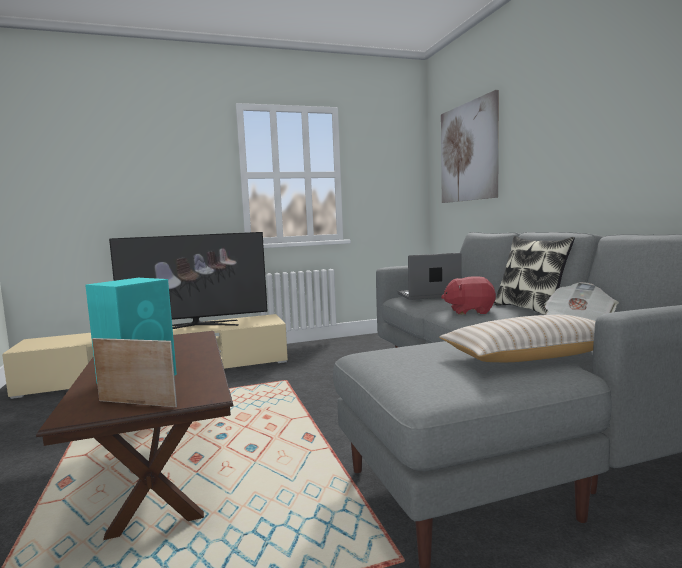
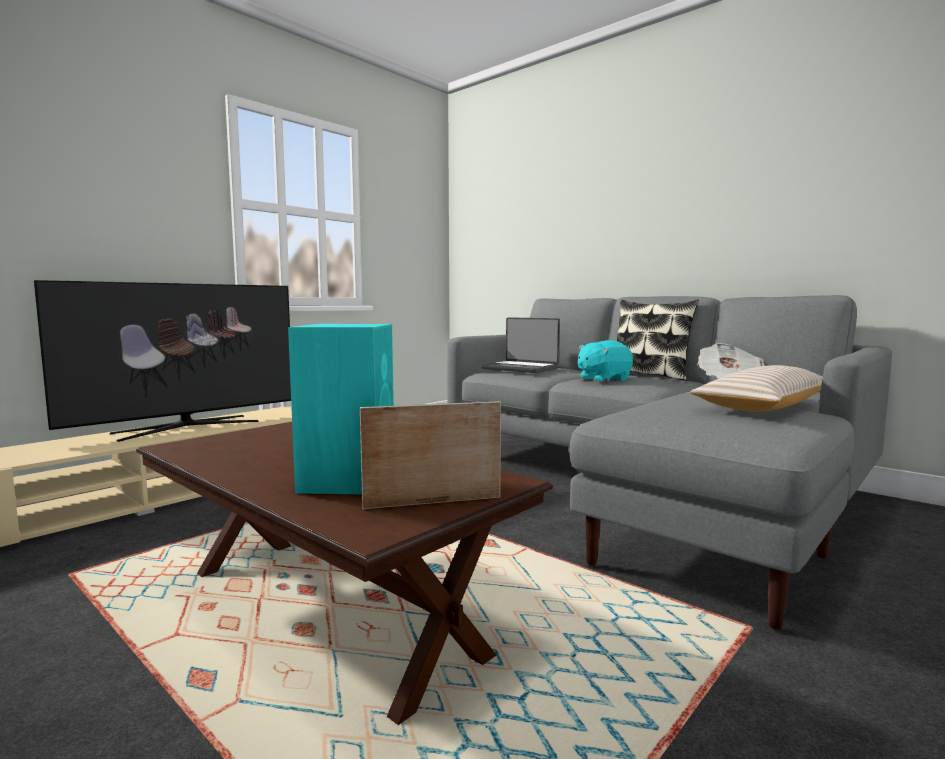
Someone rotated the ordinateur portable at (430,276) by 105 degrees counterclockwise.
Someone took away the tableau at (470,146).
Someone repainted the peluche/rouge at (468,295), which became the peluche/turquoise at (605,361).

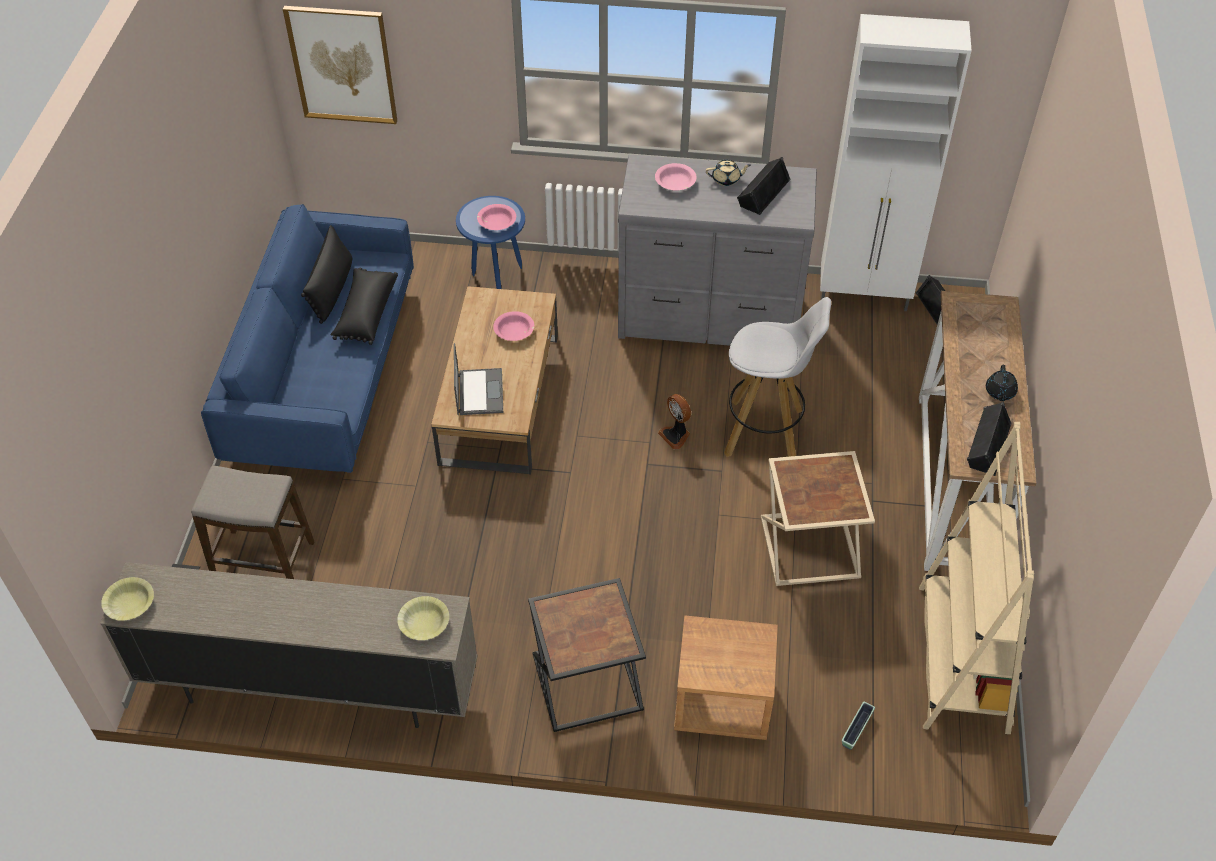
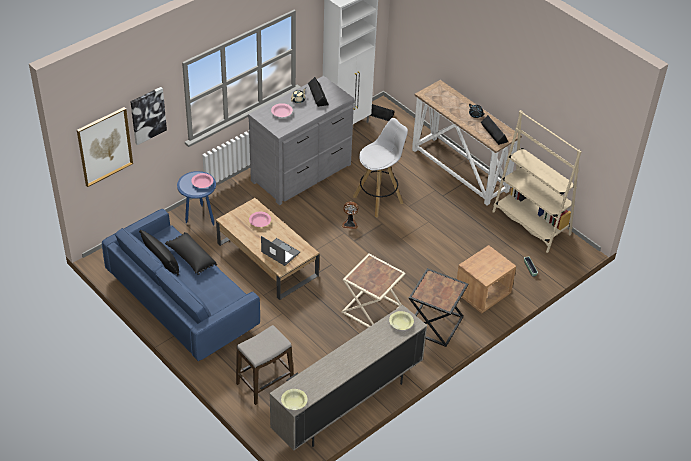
Someone carried the table d'appoint/beige from (818,518) to (373,290).
Someone put up the tableau at (148,116).

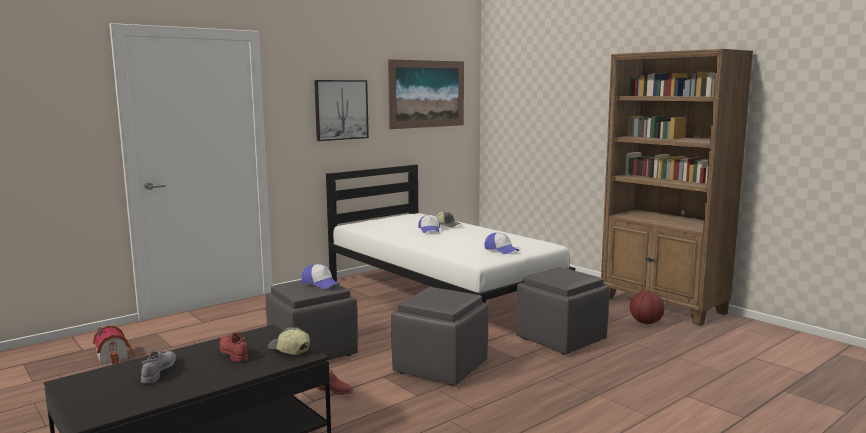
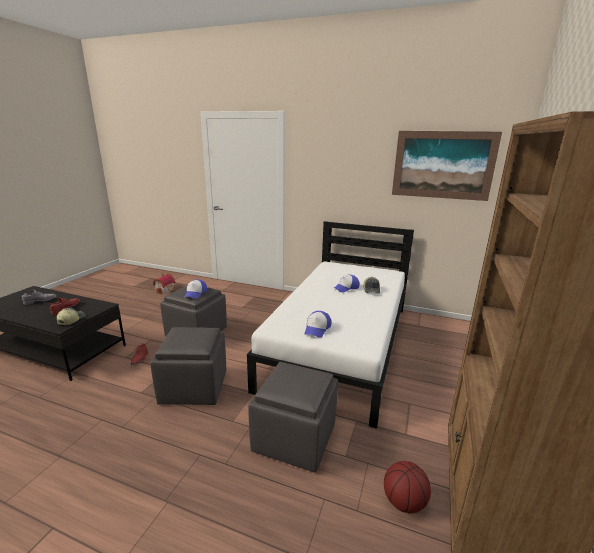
Someone took away the tableau at (341,110).

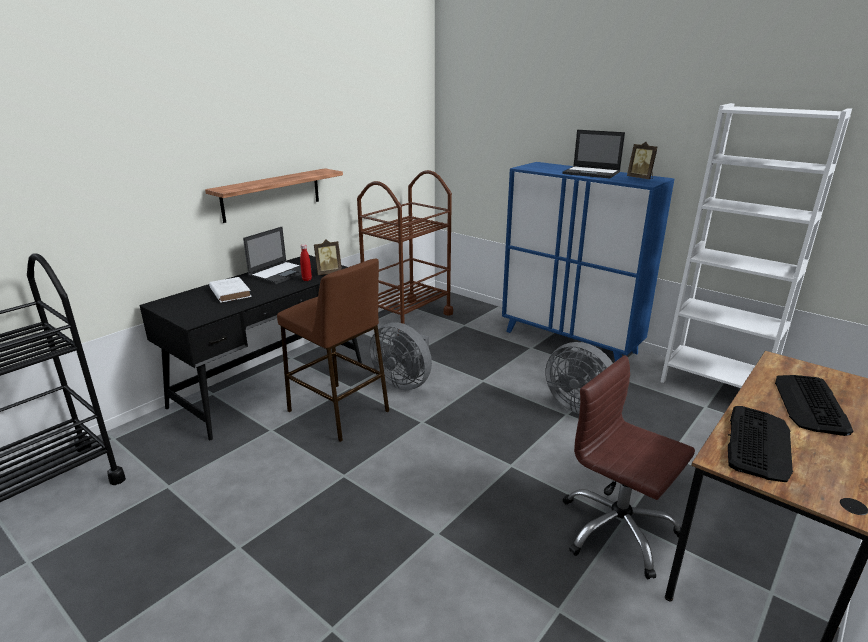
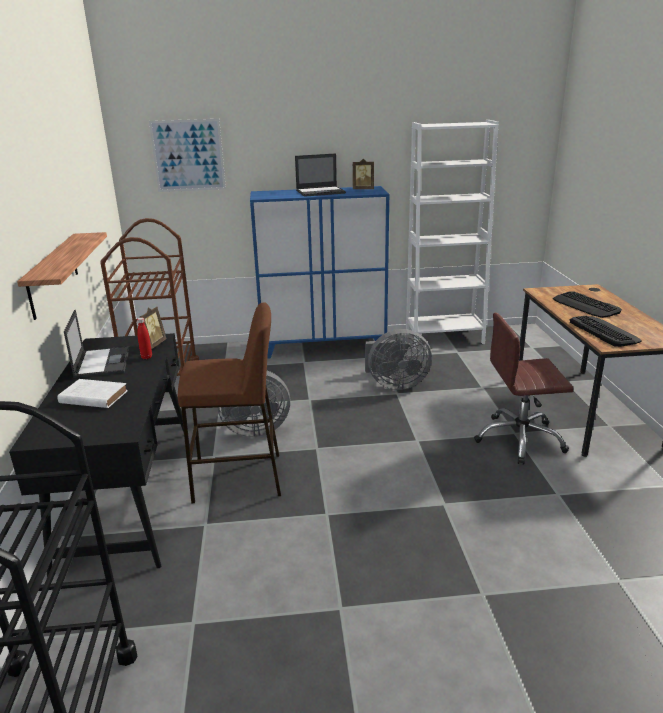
Someone put up the tableau at (187,155).

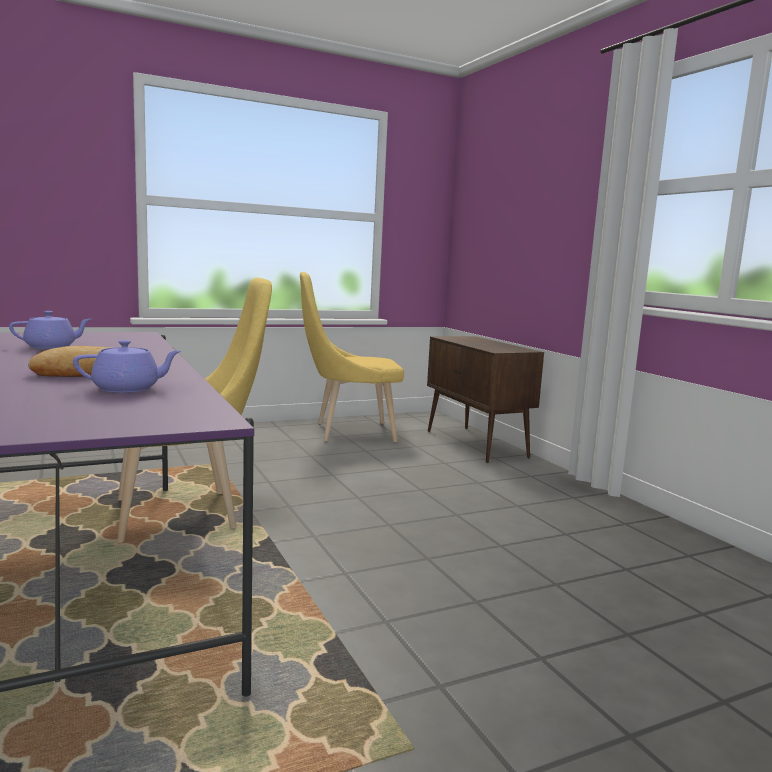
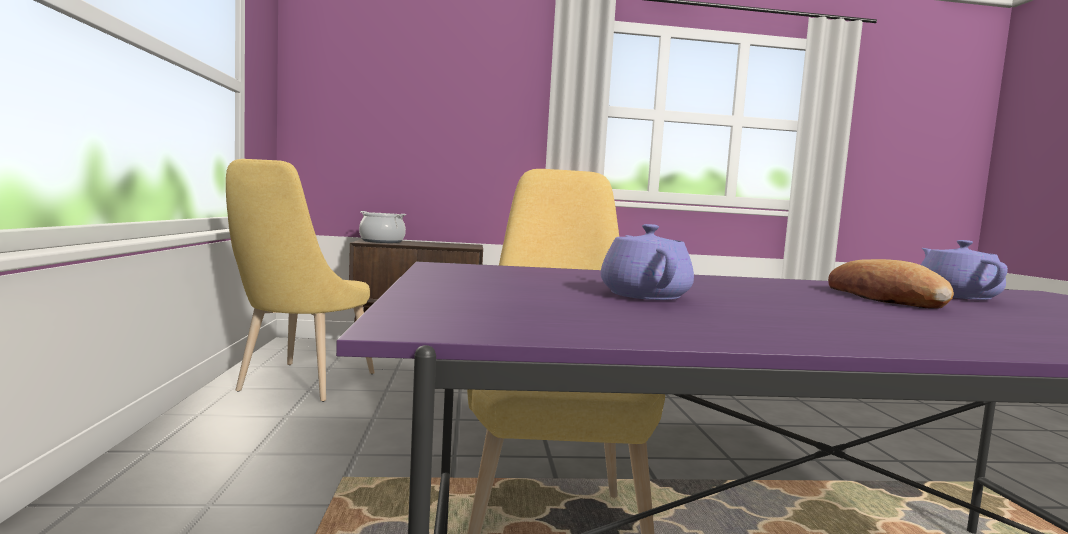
Someone put down the marmite at (382,227).

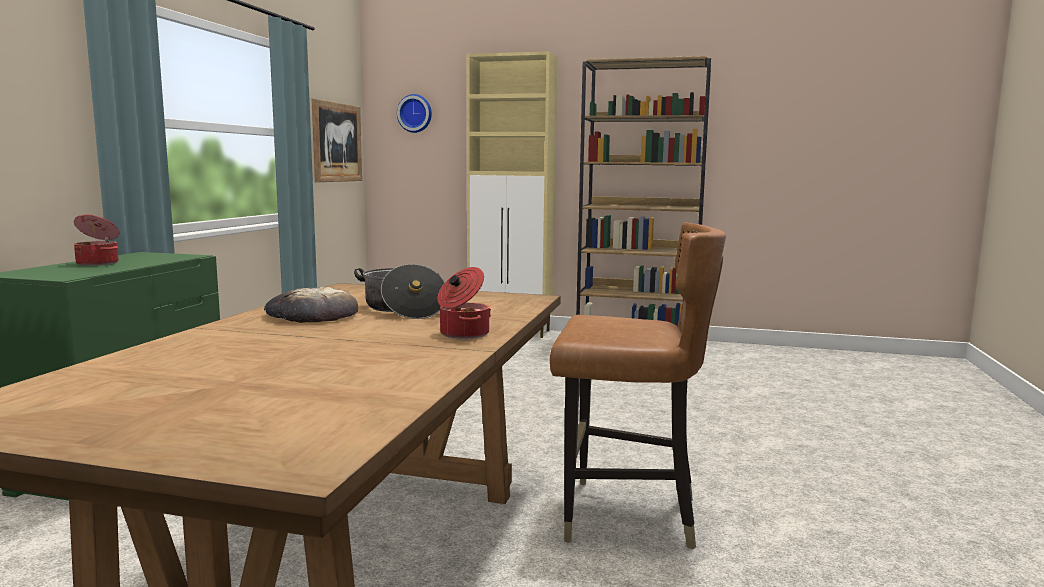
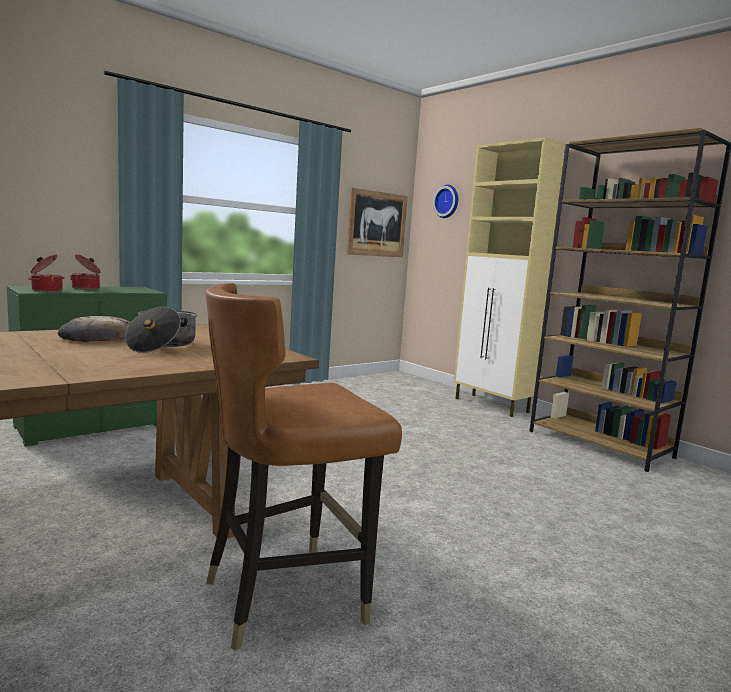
Someone carried the marmite from (464,303) to (46,273).
Someone rotated the chaise/marron at (638,386) by 105 degrees clockwise.

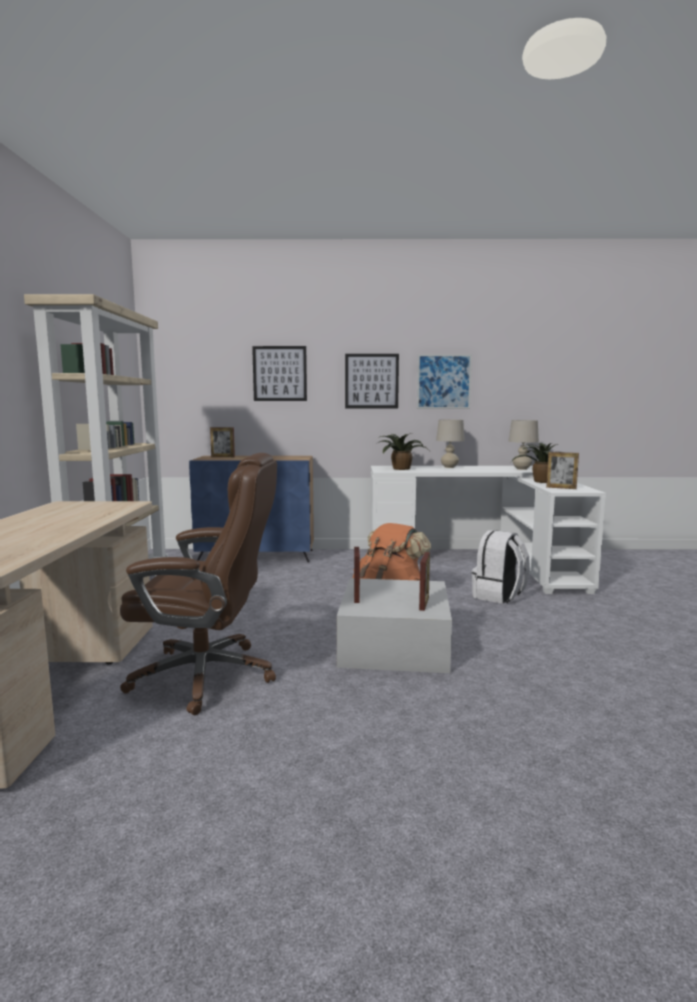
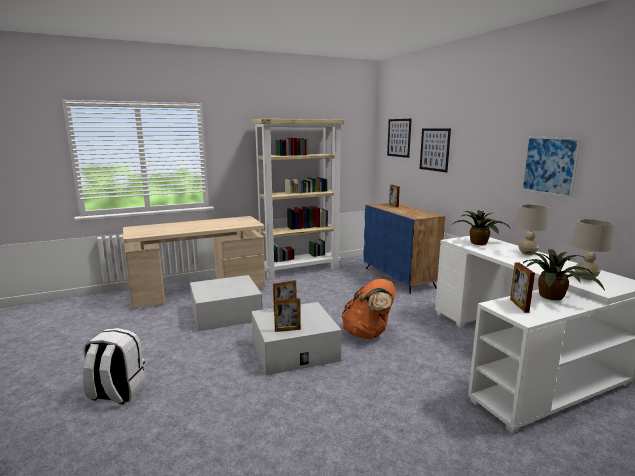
Someone swapped the chaise de bureau/marron at (198,584) for the boîte de rangement/blanc at (226,303).
Someone carried the tableau from (372,381) to (399,138).
Someone carried the sac à dos/blanc from (501,567) to (114,366).

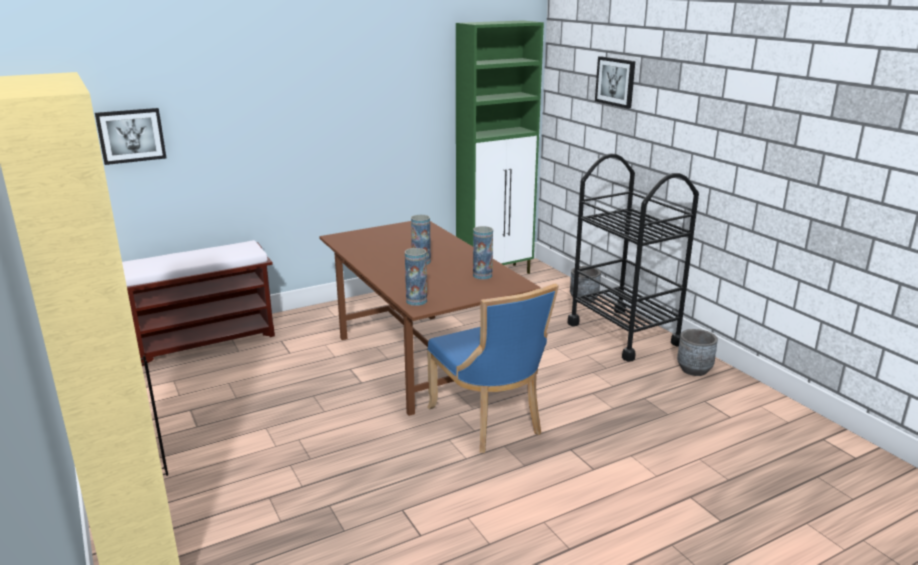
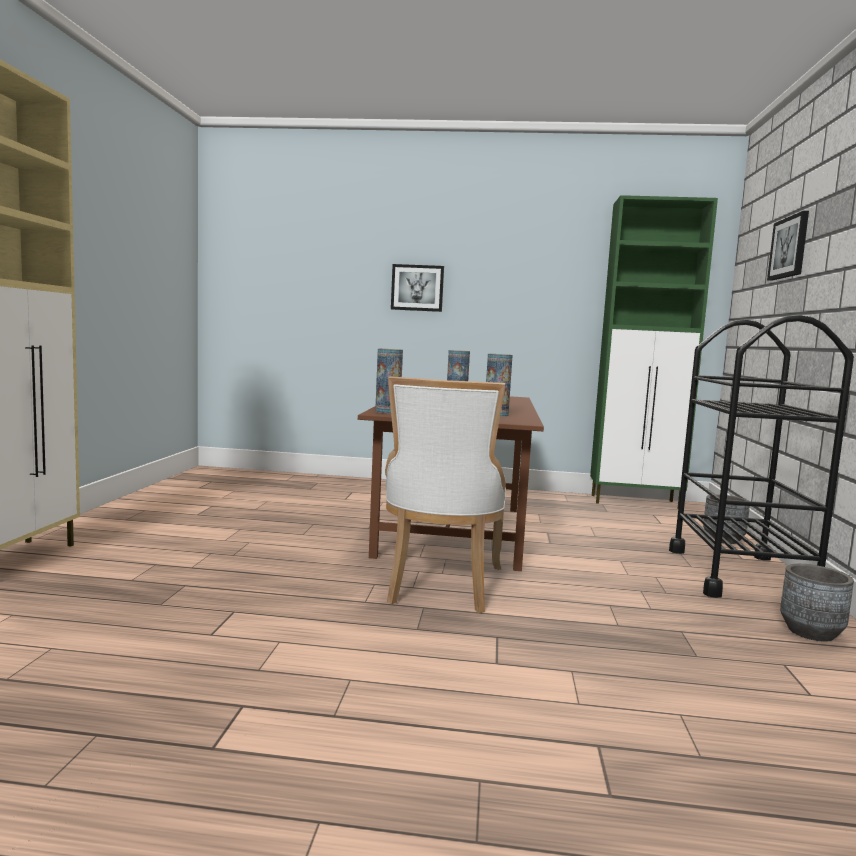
Someone carried the tableau from (130,136) to (417,288).
Someone took away the banc/marron at (198,303).
Someone repainted the chaise/bleu at (493,368), which became the chaise/blanc at (445,495).

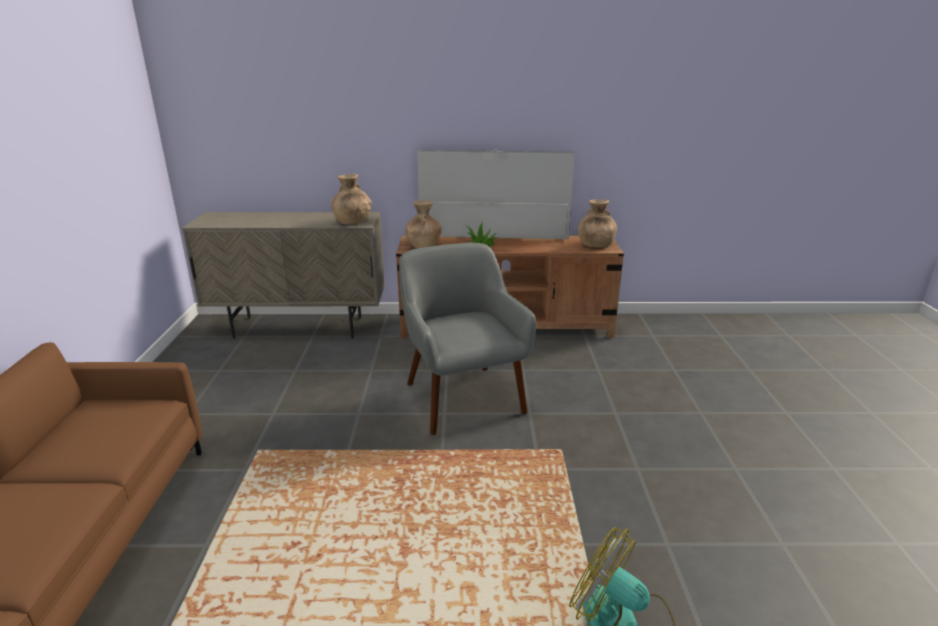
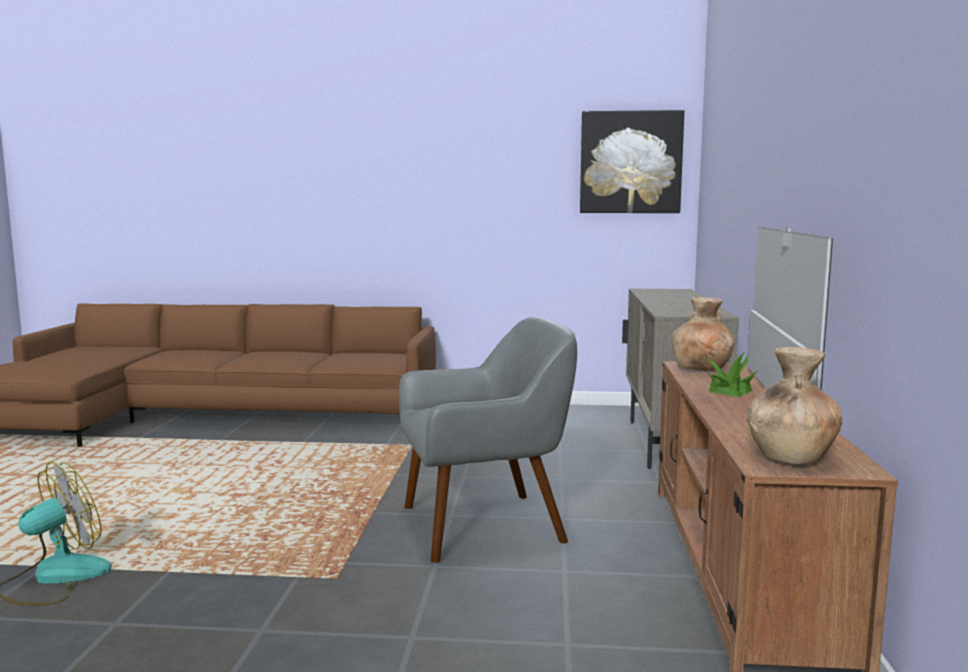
Someone took away the vase/marron at (351,199).
Someone put up the tableau at (632,161).

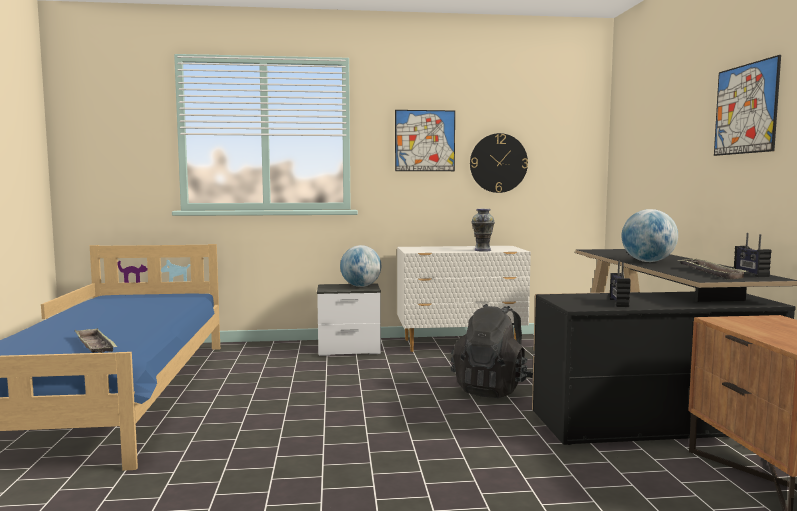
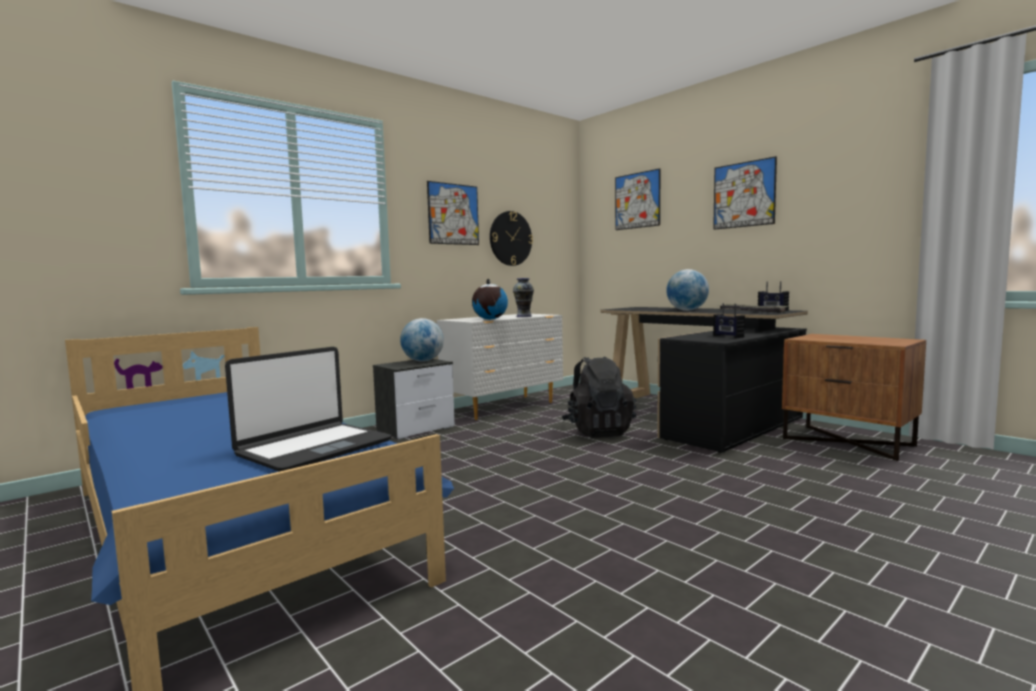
Someone swapped the plateau at (95,340) for the ordinateur portable at (308,409).
Someone put down the globe at (490,299).
Someone put up the tableau at (637,199).

